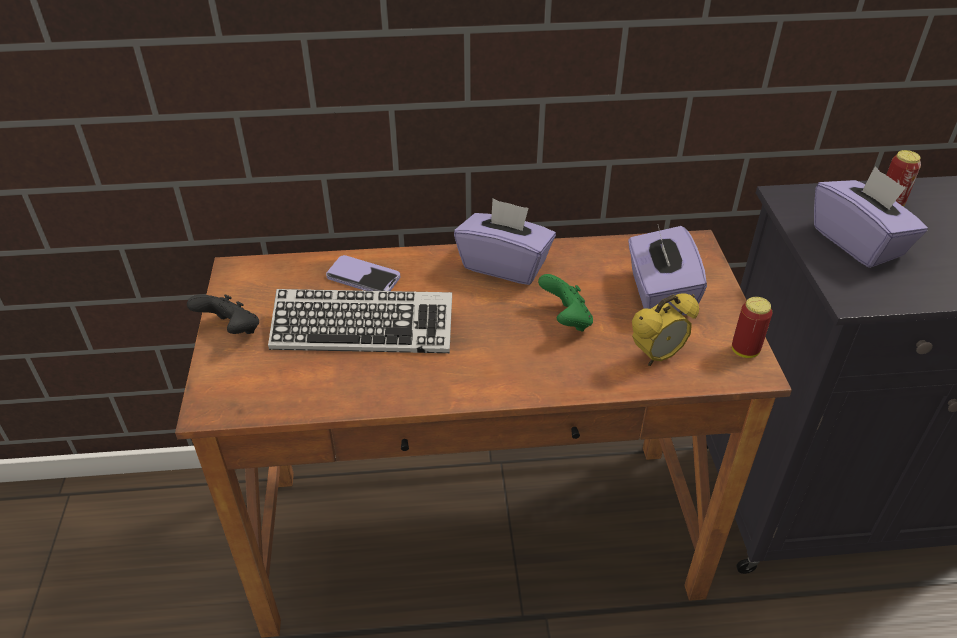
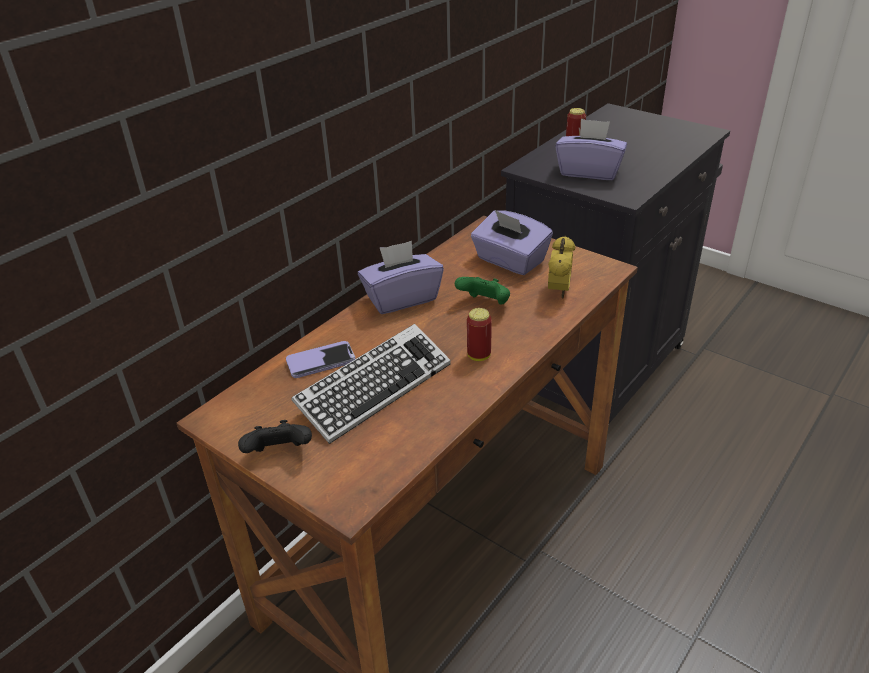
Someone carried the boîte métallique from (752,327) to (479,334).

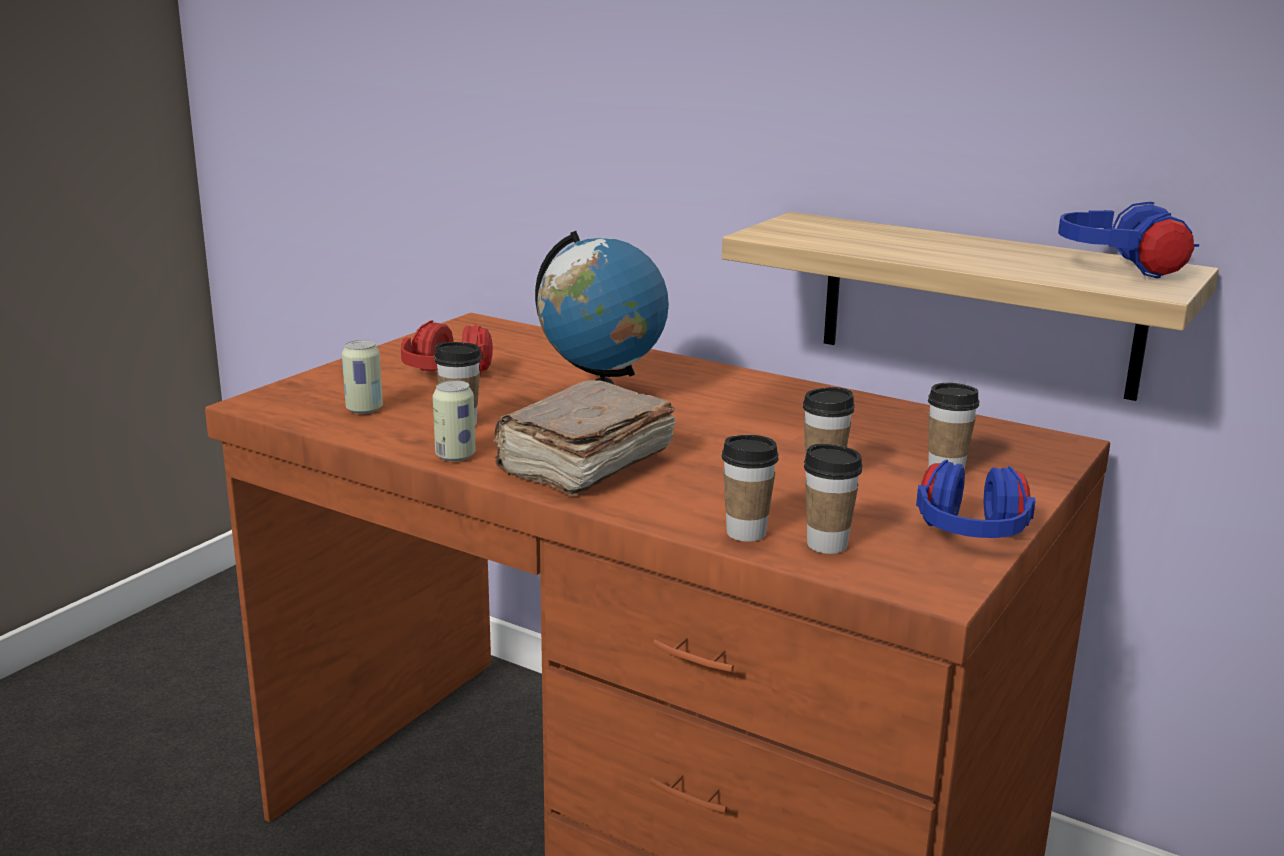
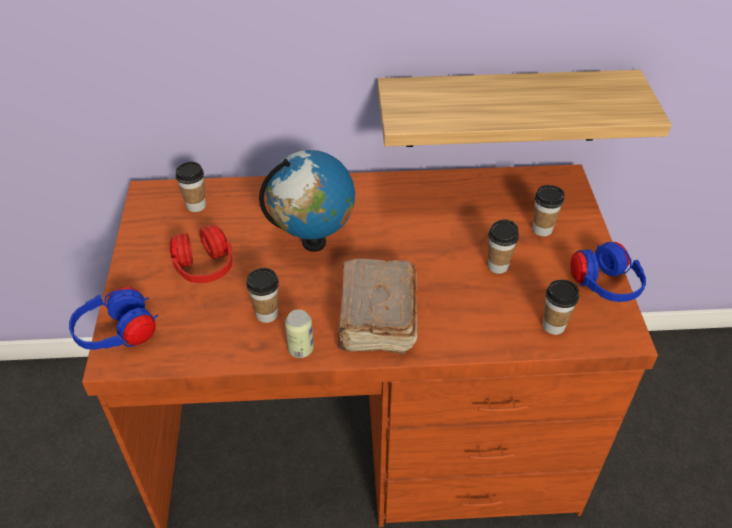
Someone took away the boîte métallique at (362,377).
Someone carried the tasse from (750,488) to (191,187).
Someone carried the casque audio/bleu from (1128,240) to (113,318).

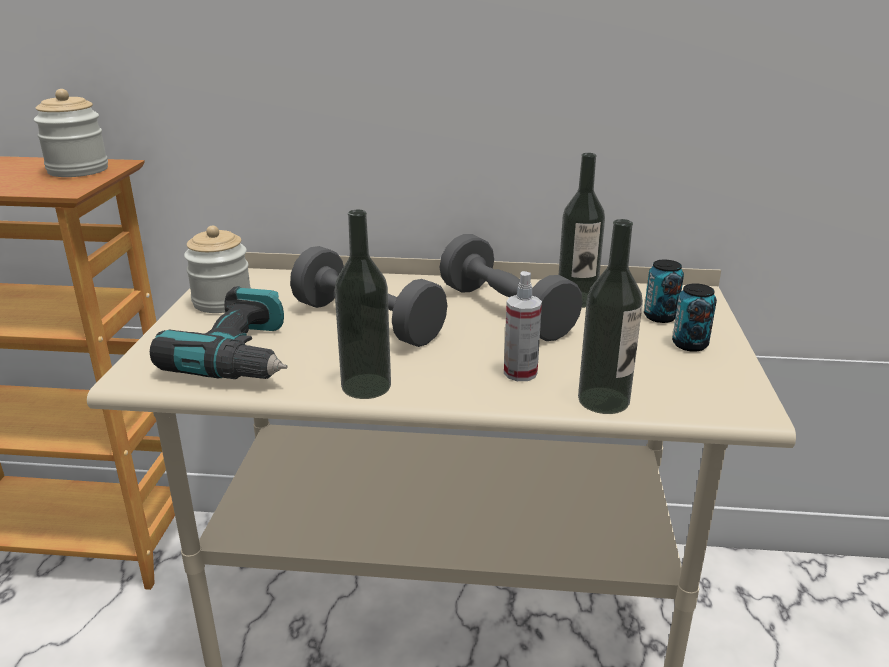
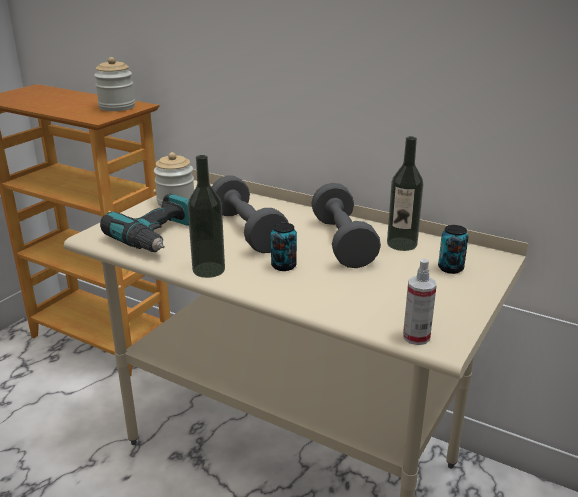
Someone carried the vaporisateur from (523,326) to (420,302).
Someone took away the bouteille at (610,316).
Someone carried the boîte métallique from (694,317) to (284,247).

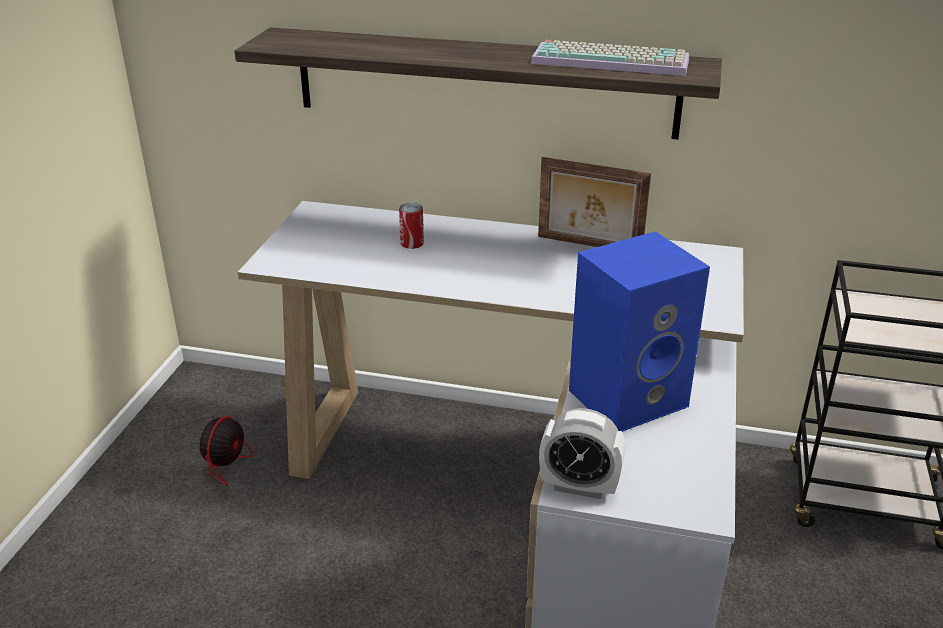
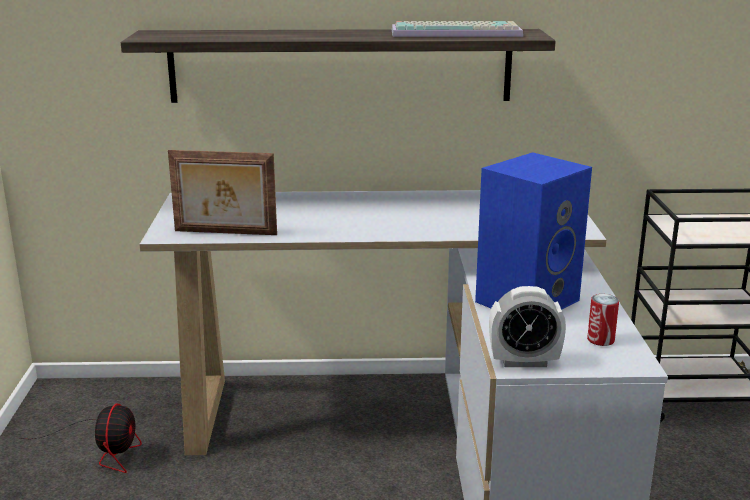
Someone carried the boîte métallique from (411,226) to (603,320).
Someone carried the cadre photo from (594,202) to (222,192).

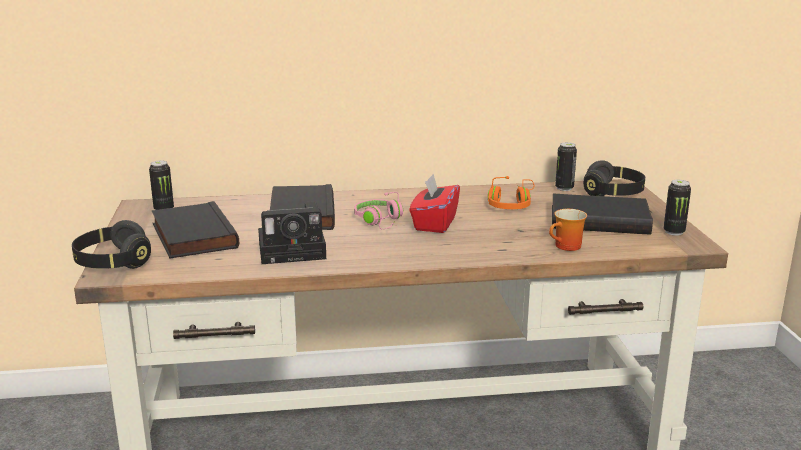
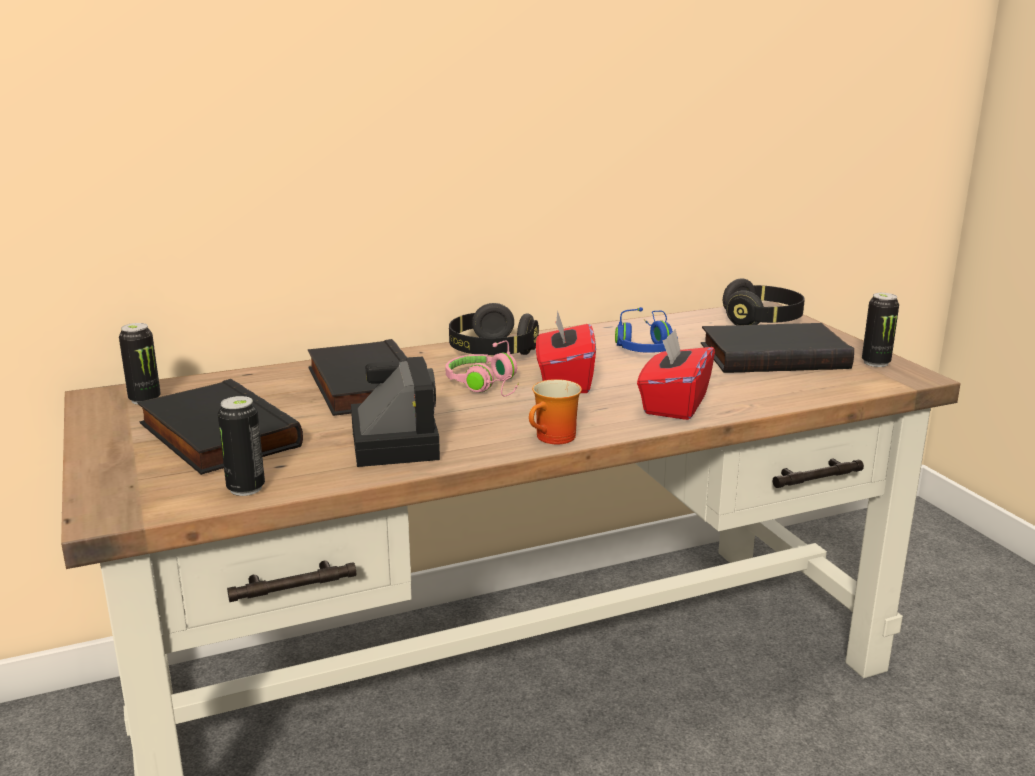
Someone carried the casque audio/noir from (111,244) to (494,329).
Someone rotated the appareil photo at (292,232) by 75 degrees counterclockwise.
Someone repainted the casque audio/orange at (511,192), which became the casque audio/bleu at (644,330).
Someone carried the mug from (568,230) to (555,411).
Someone carried the boîte métallique from (566,166) to (241,446).
Someone put down the boîte à mouchoirs/rouge at (676,374).

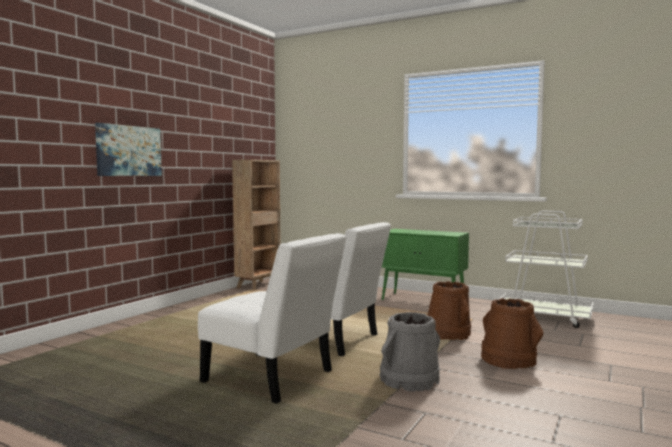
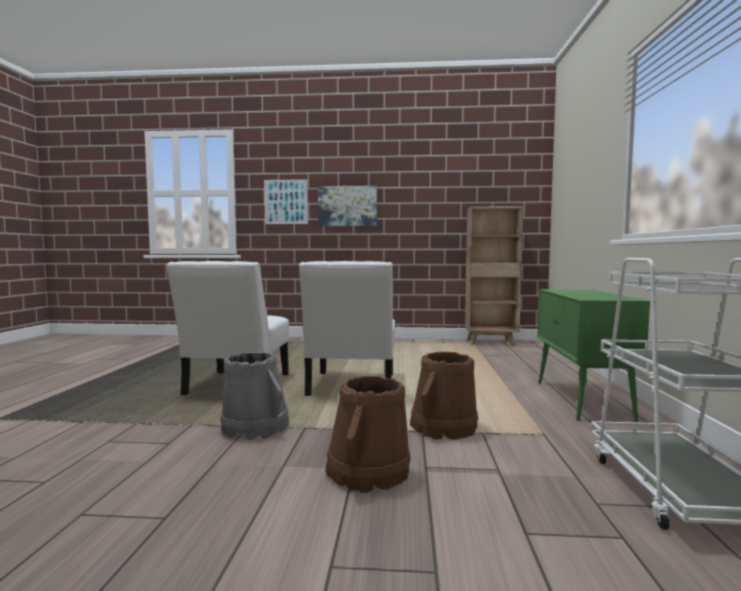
Someone put up the tableau at (286,201).

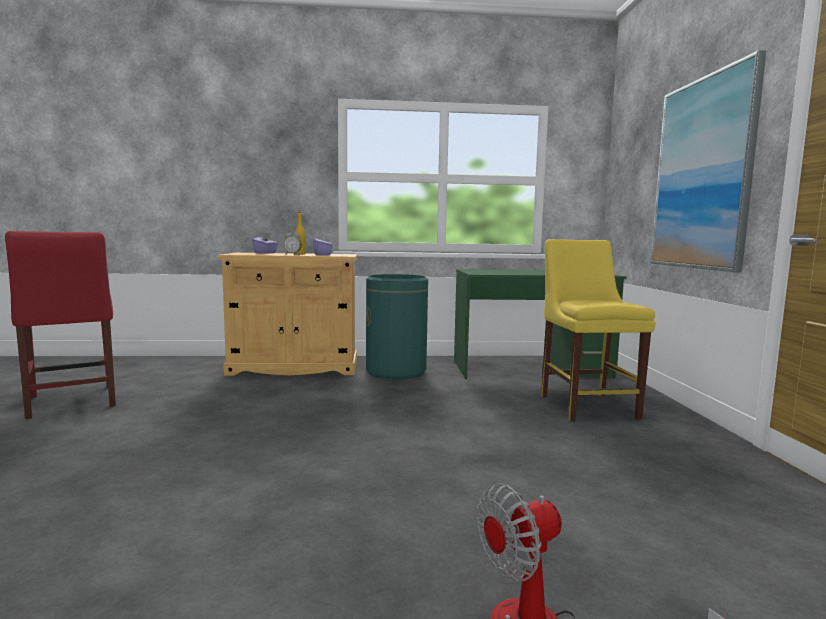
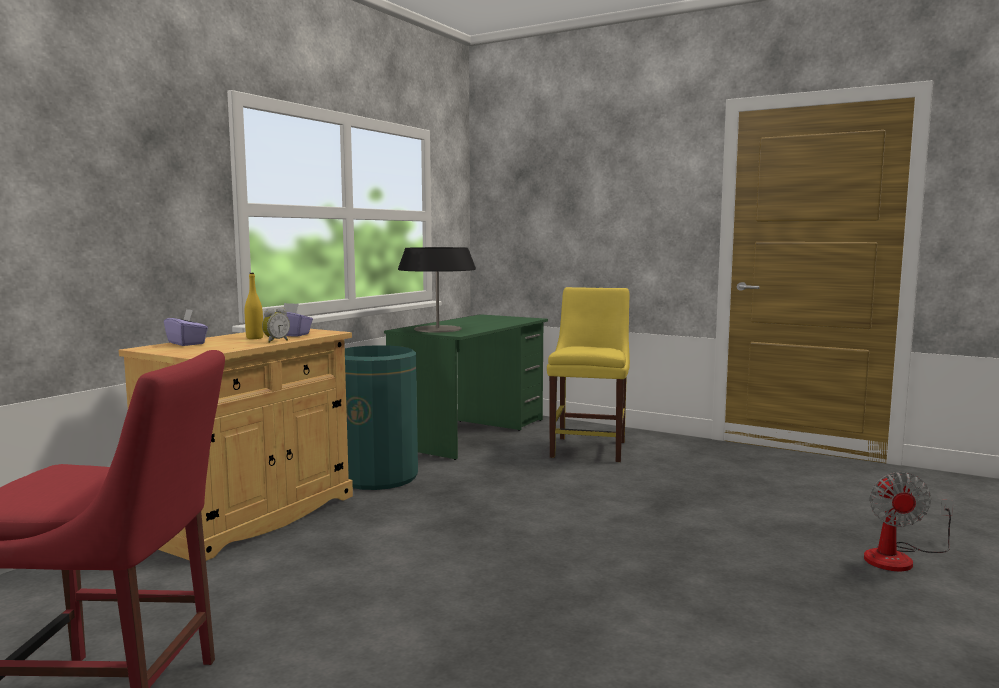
Someone rotated the chaise/jaune at (598,330) by 75 degrees clockwise.
Someone took away the tableau at (708,161).
Someone put down the lampe de table at (437,290).

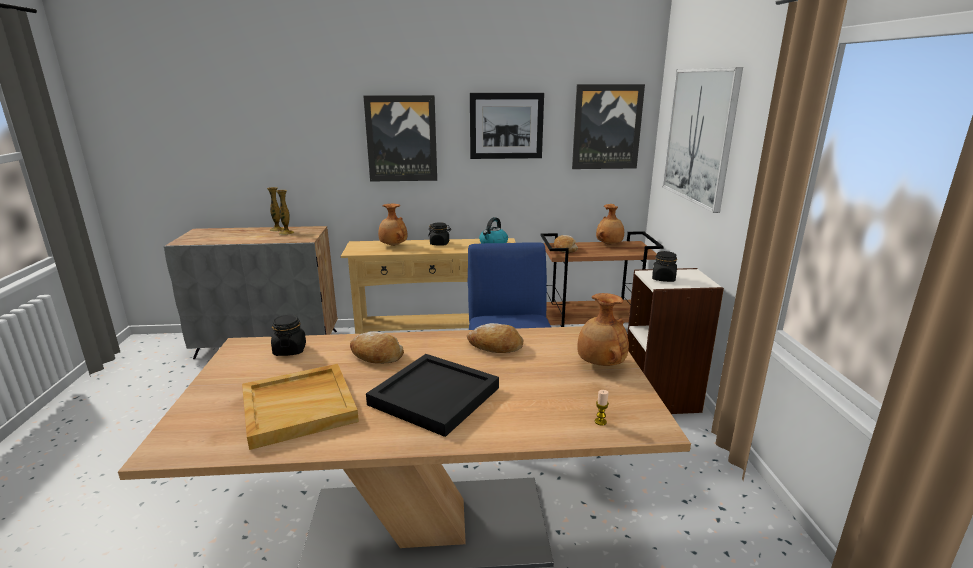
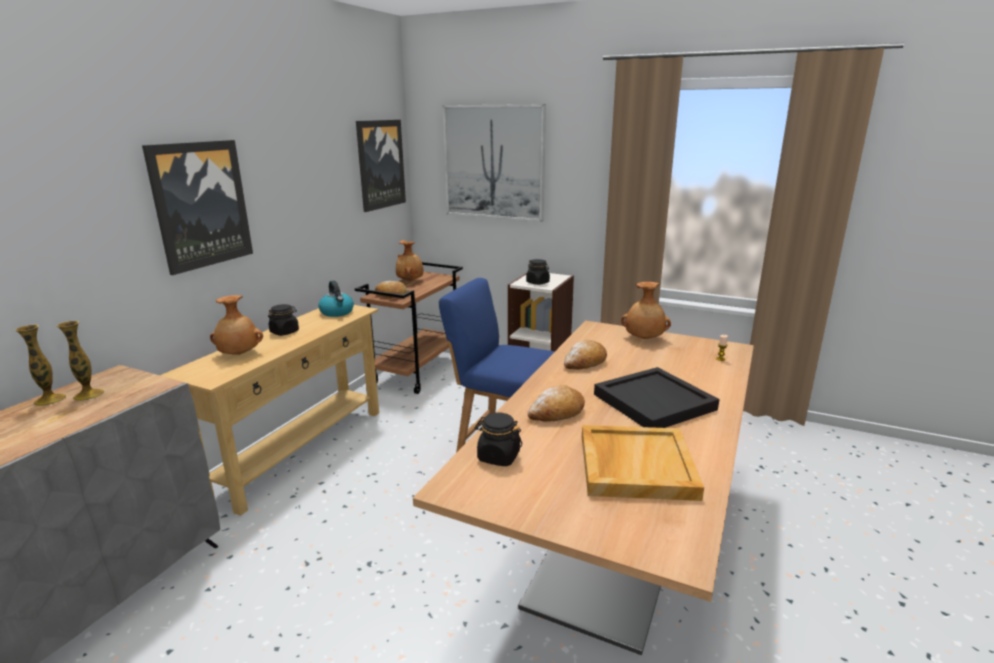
Someone took away the tableau at (507,126).

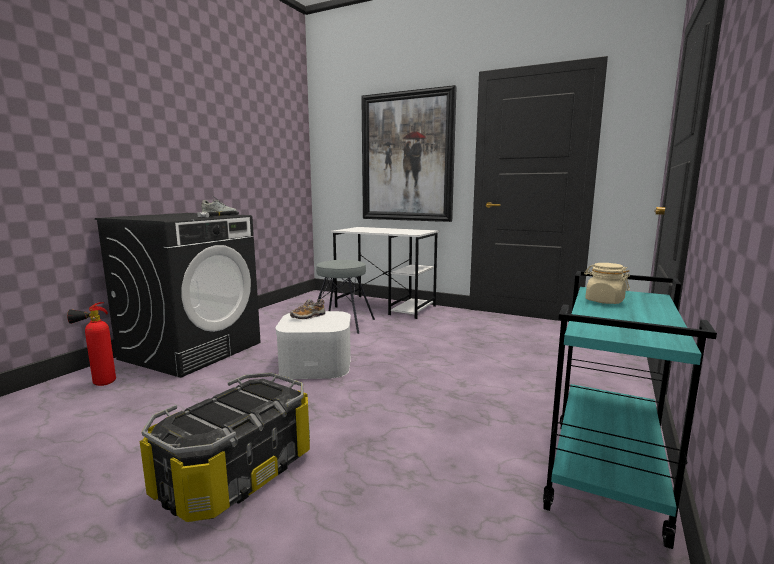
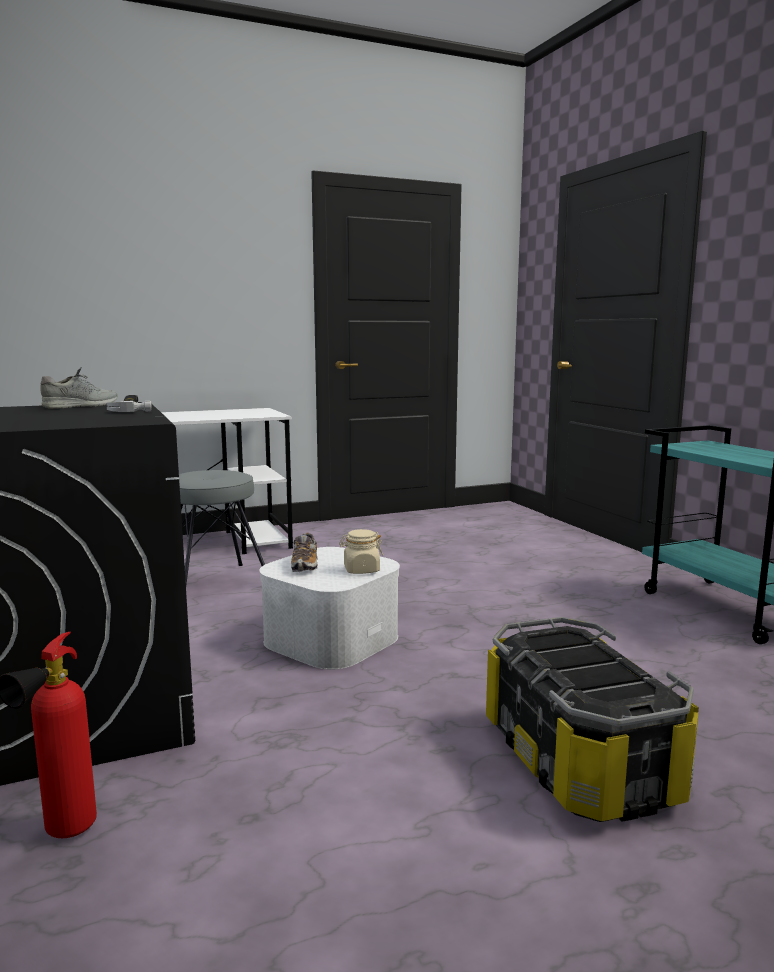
Someone took away the tableau at (409,153).
Someone carried the bocal/beige from (607,283) to (361,551).

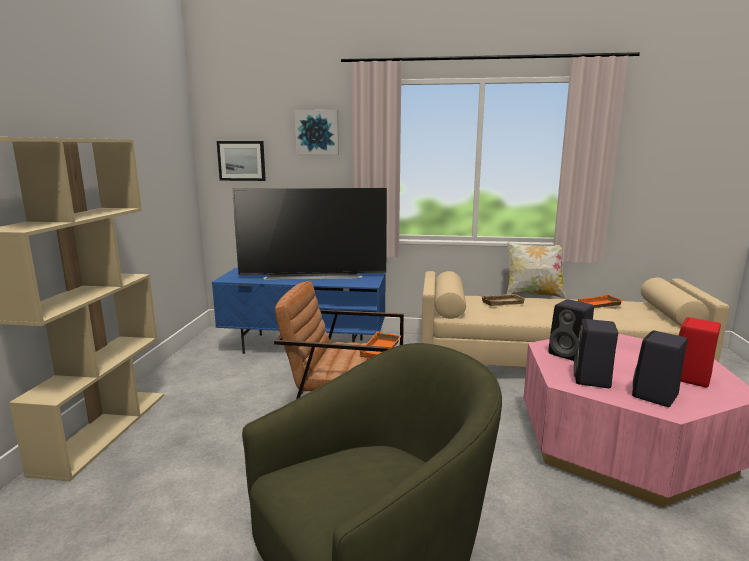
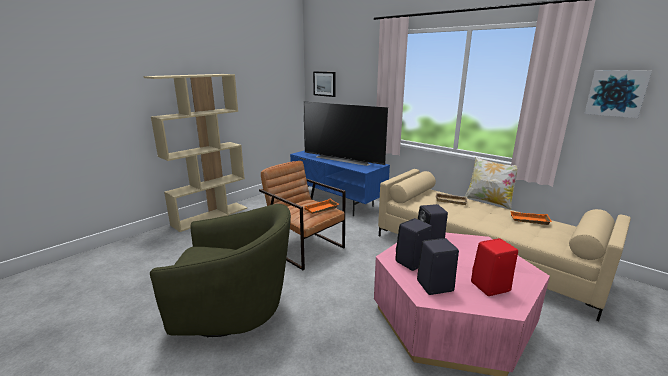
Someone carried the tableau from (316,132) to (618,94).

